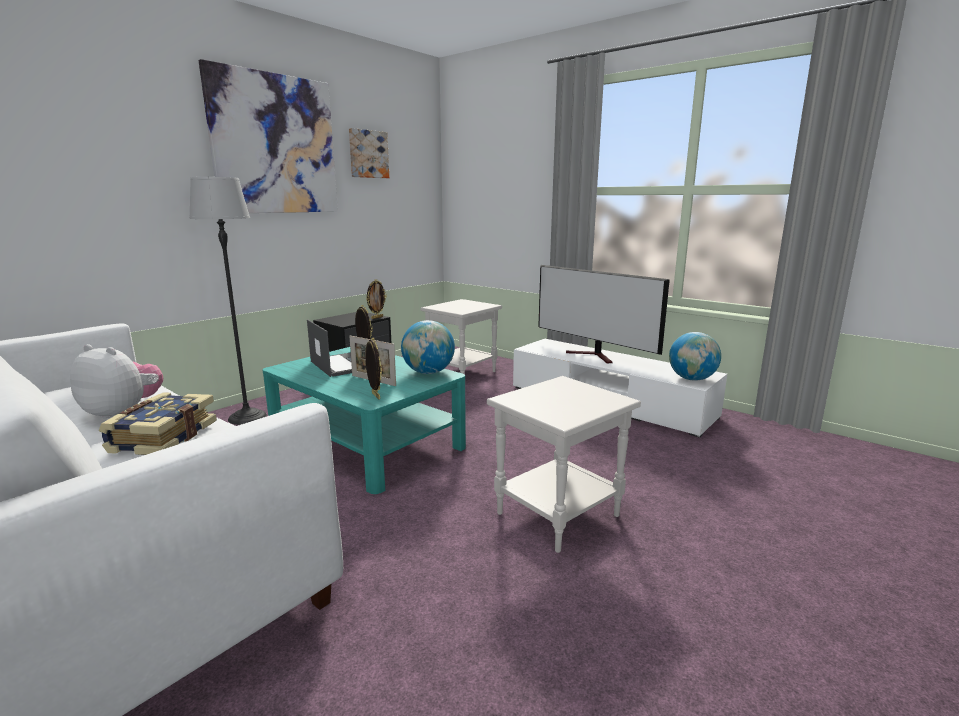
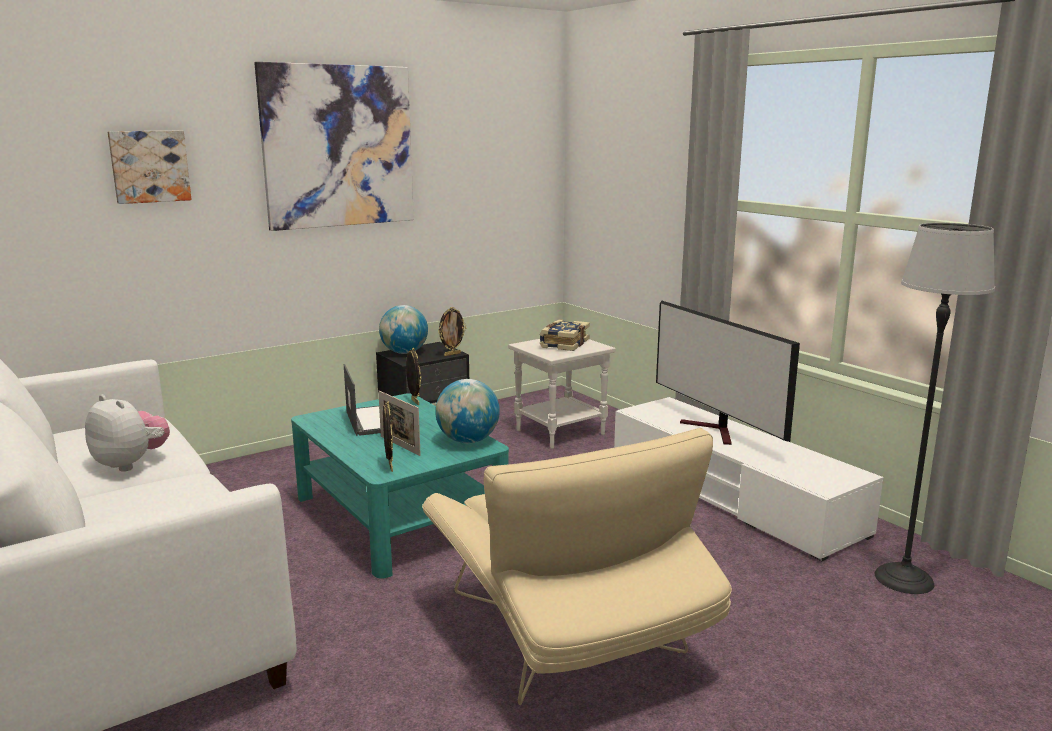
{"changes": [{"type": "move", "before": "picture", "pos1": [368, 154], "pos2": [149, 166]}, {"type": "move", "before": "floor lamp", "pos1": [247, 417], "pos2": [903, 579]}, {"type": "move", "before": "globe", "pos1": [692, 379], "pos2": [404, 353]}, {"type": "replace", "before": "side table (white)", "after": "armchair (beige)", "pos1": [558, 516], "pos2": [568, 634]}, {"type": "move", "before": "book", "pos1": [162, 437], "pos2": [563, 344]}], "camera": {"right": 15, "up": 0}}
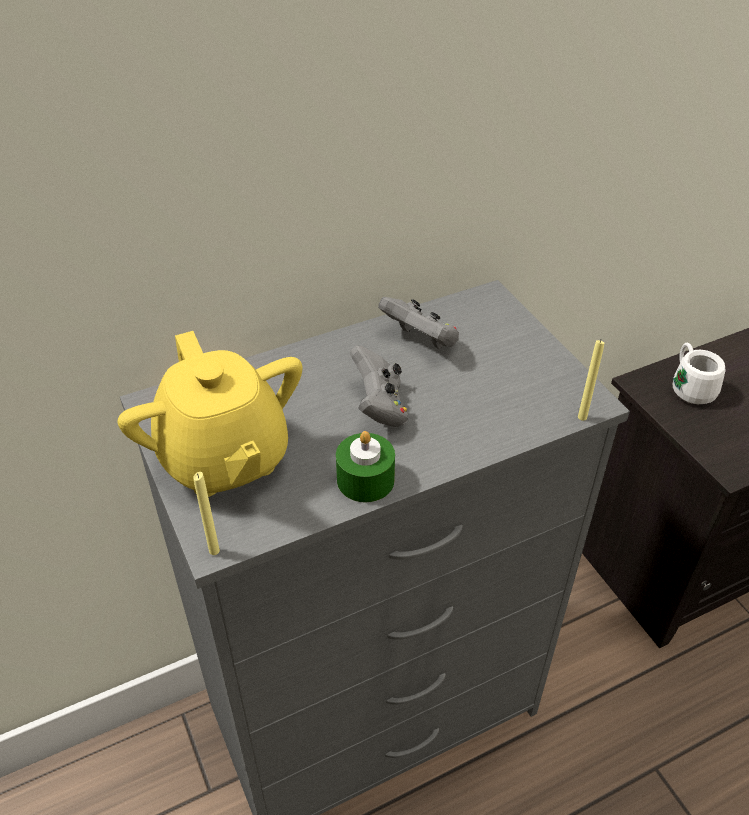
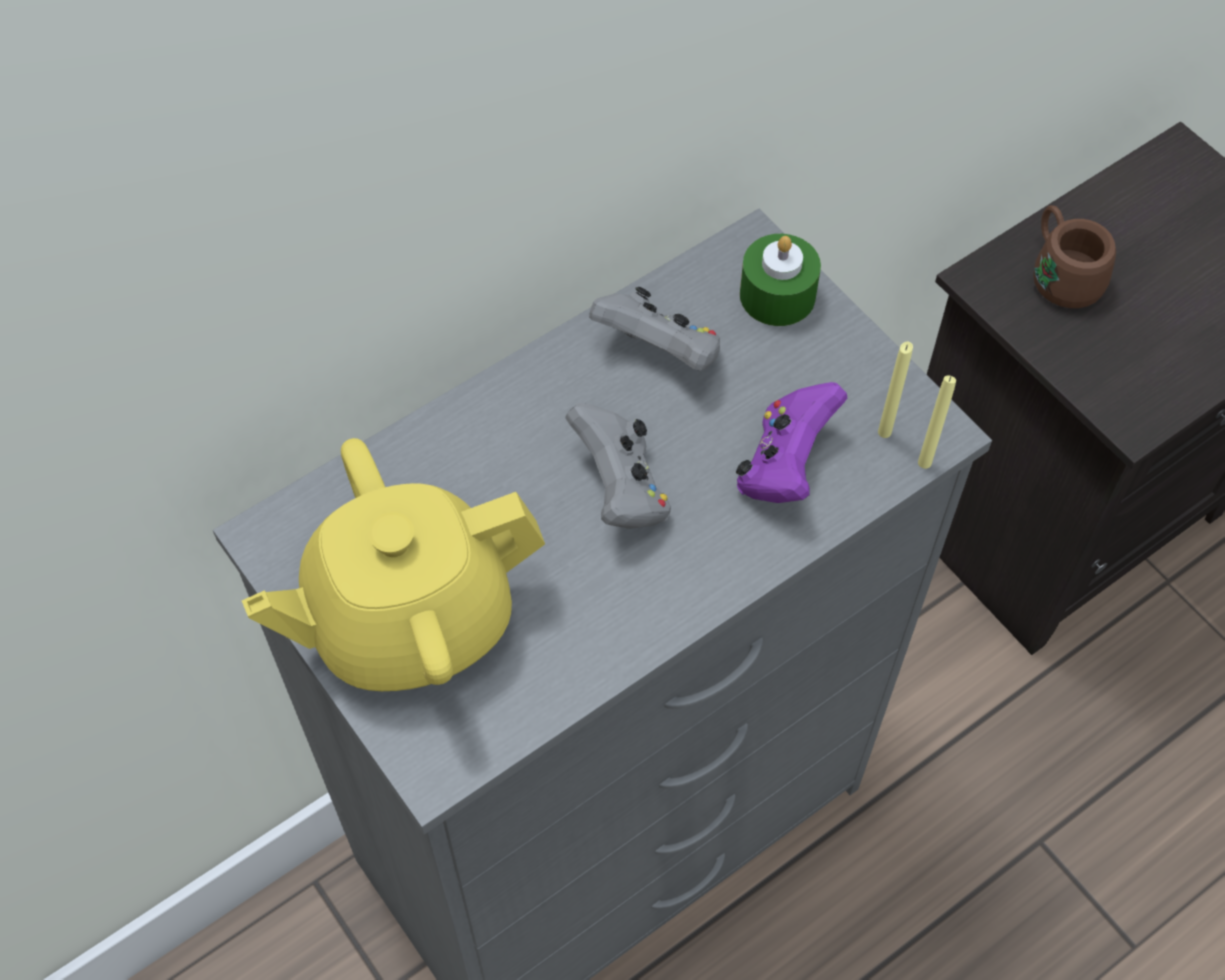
{"changes": [{"type": "rotate", "before": "teapot (yellow)", "pos1": [224, 458], "pos2": [408, 619], "turn": 105}, {"type": "recolor", "before": "mug (white)", "after": "mug (brown)", "pos1": [690, 387], "pos2": [1060, 274]}, {"type": "move", "before": "candle (green)", "pos1": [365, 480], "pos2": [777, 295]}, {"type": "move", "before": "candle (yellow)", "pos1": [214, 551], "pos2": [884, 432]}, {"type": "insert", "after": "game controller (purple)", "pos2": [785, 466]}], "camera": {"right": -10, "up": 15}}
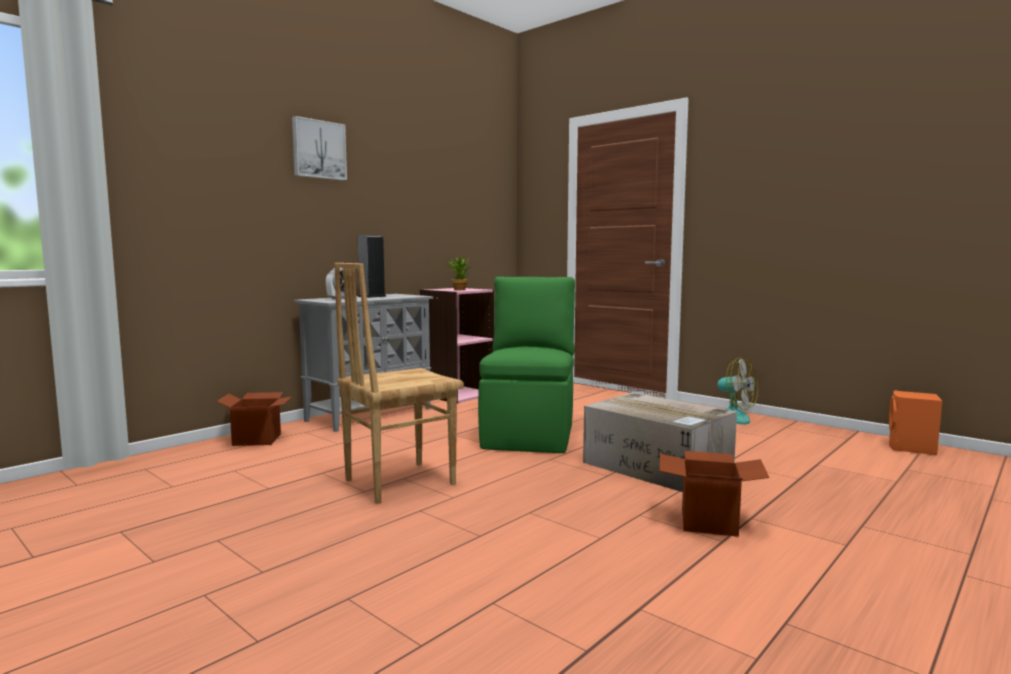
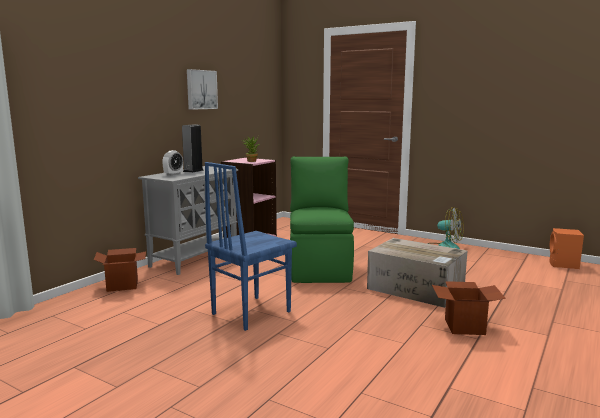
{"changes": [{"type": "move", "before": "picture", "pos1": [318, 149], "pos2": [201, 89]}, {"type": "recolor", "before": "chair (brown)", "after": "chair (blue)", "pos1": [398, 482], "pos2": [250, 312]}], "camera": {"right": -10, "up": 5}}
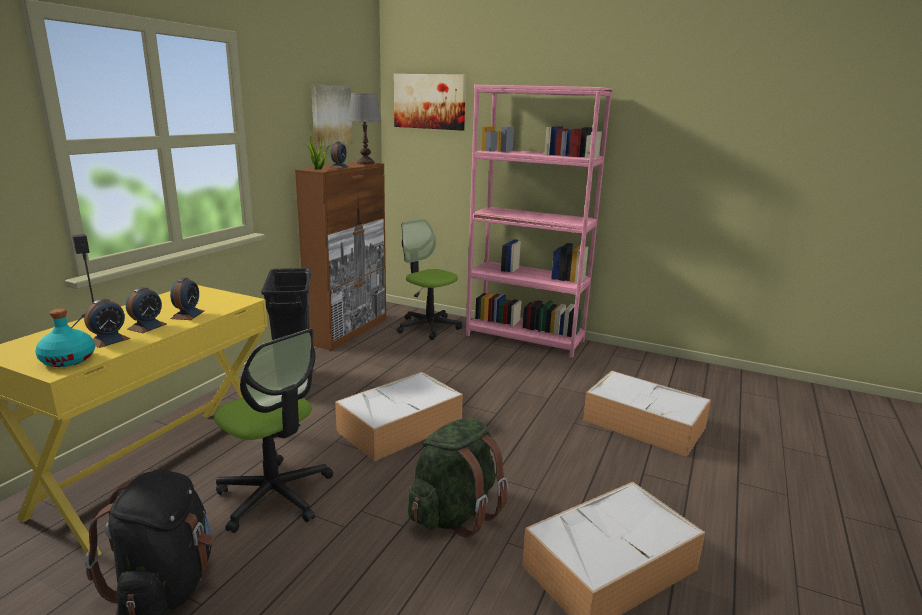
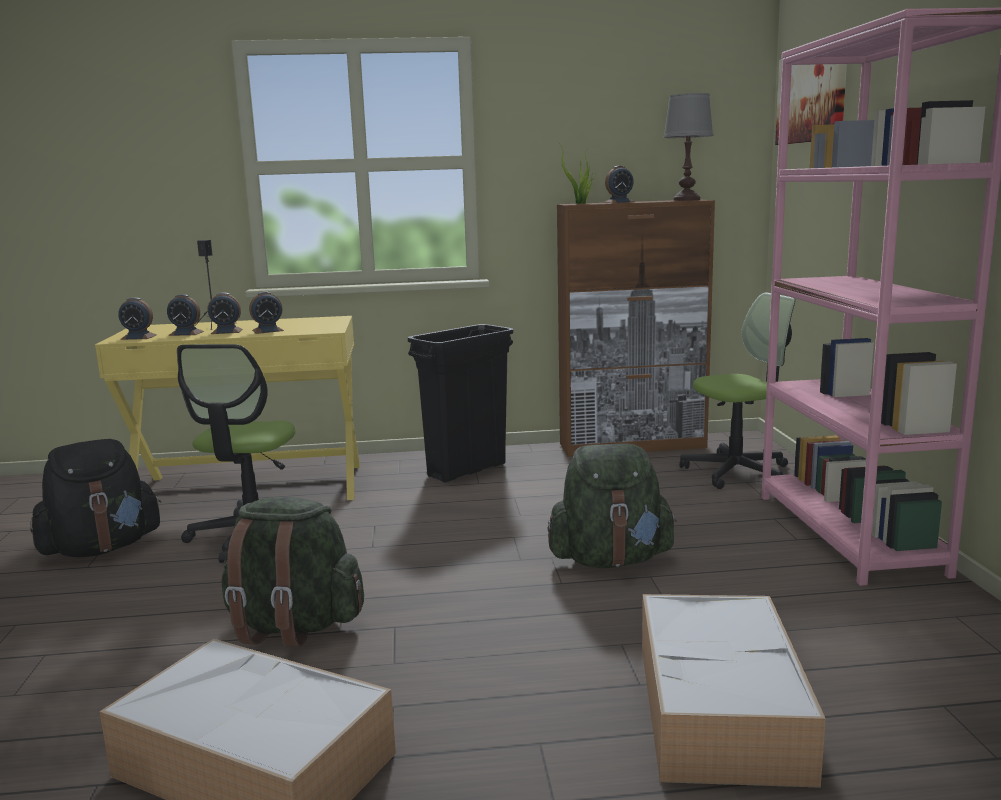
{"changes": [{"type": "delete", "before": "picture", "pos1": [330, 115]}, {"type": "rotate", "before": "office chair", "pos1": [428, 327], "pos2": [737, 472], "turn": 60}, {"type": "replace", "before": "bottle (turquoise)", "after": "alarm clock", "pos1": [68, 360], "pos2": [138, 337]}, {"type": "delete", "before": "storage box", "pos1": [399, 427]}, {"type": "insert", "after": "backpack (green)", "pos2": [610, 560]}], "camera": {"right": 60, "up": -5}}
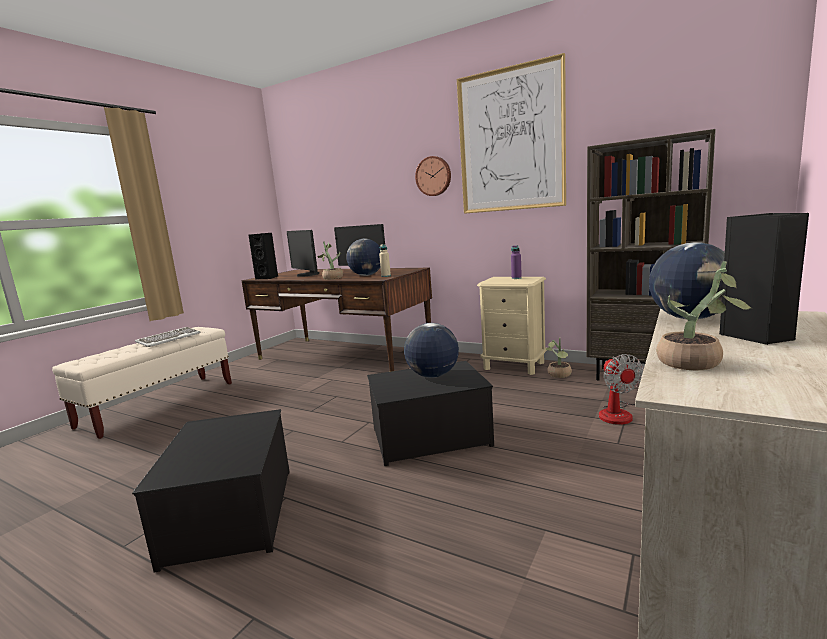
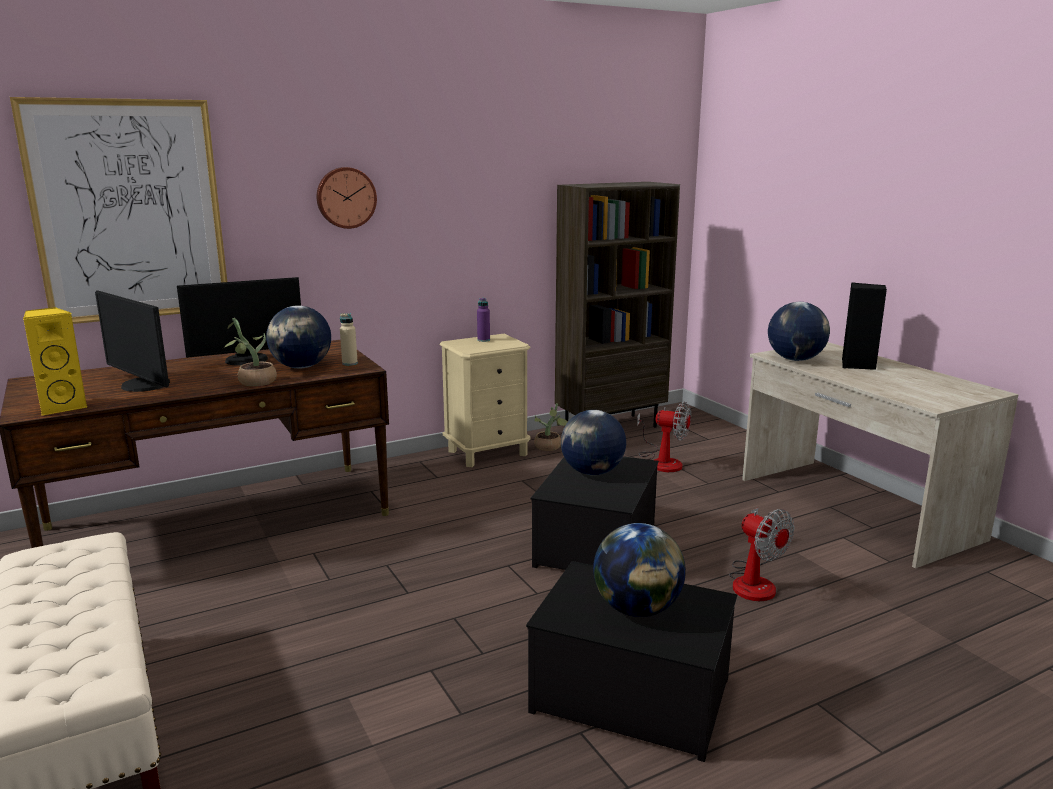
{"changes": [{"type": "move", "before": "picture", "pos1": [510, 140], "pos2": [129, 211]}, {"type": "rotate", "before": "monitor", "pos1": [307, 275], "pos2": [143, 385], "turn": 45}, {"type": "recolor", "before": "speaker (black)", "after": "speaker (yellow)", "pos1": [268, 278], "pos2": [62, 407]}, {"type": "delete", "before": "potted plant", "pos1": [696, 364]}, {"type": "delete", "before": "keyboard", "pos1": [169, 339]}, {"type": "insert", "after": "fan", "pos2": [754, 581]}, {"type": "insert", "after": "globe", "pos2": [637, 609]}], "camera": {"right": -60, "up": 5}}
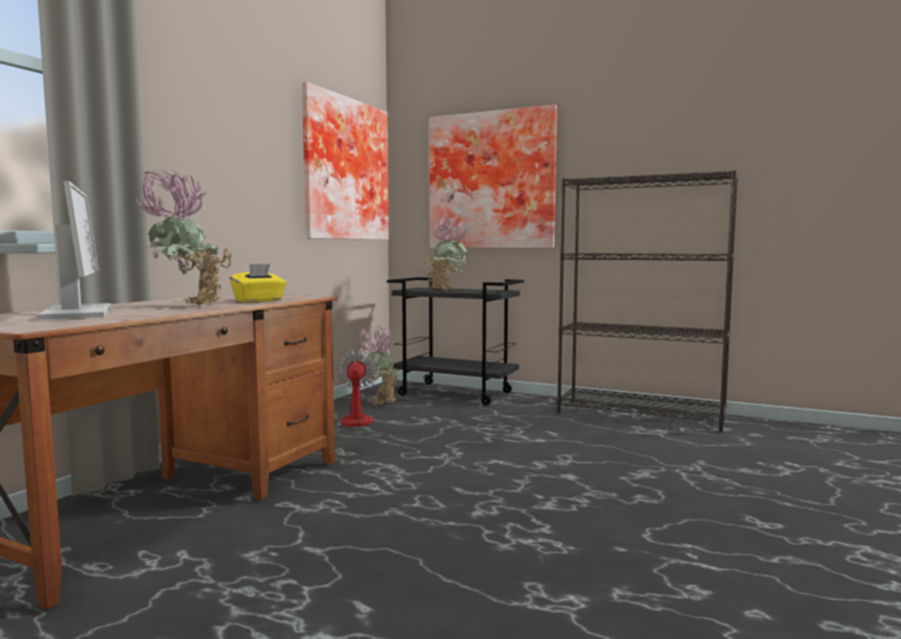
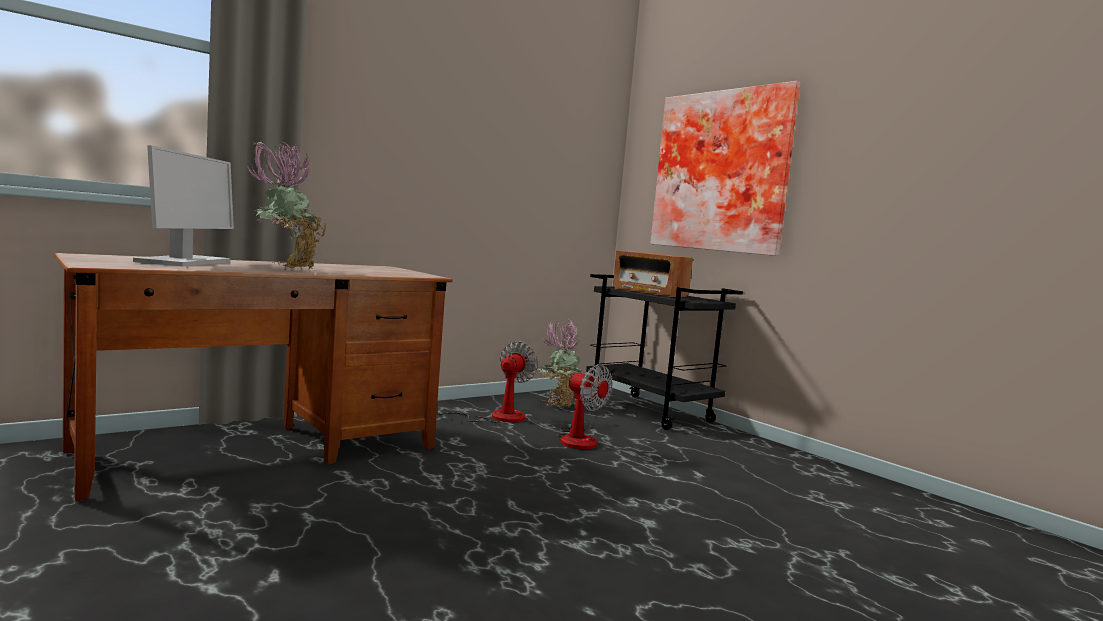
{"changes": [{"type": "delete", "before": "picture", "pos1": [343, 169]}, {"type": "delete", "before": "bookcase (black)", "pos1": [641, 414]}, {"type": "replace", "before": "potted plant", "after": "radio", "pos1": [445, 290], "pos2": [649, 292]}, {"type": "delete", "before": "tissue box (yellow)", "pos1": [259, 301]}, {"type": "insert", "after": "fan", "pos2": [578, 439]}], "camera": {"right": 25, "up": 0}}
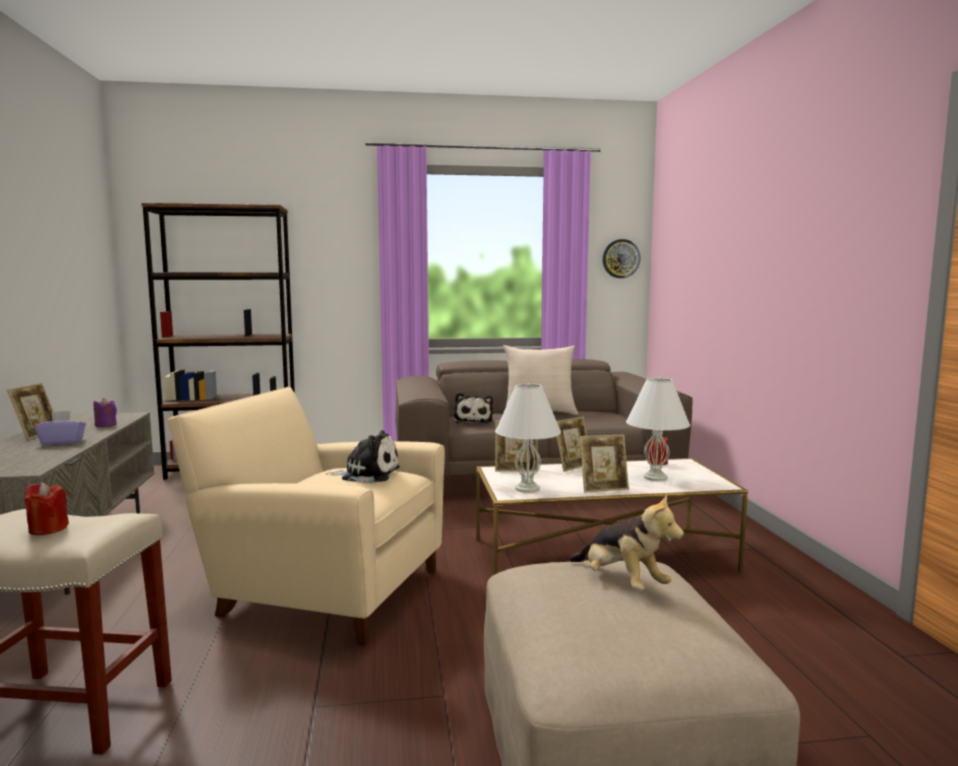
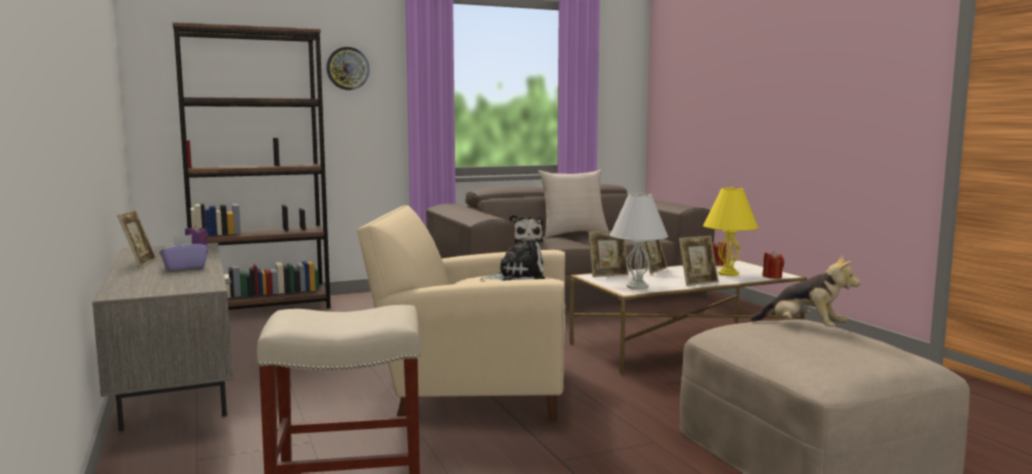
{"changes": [{"type": "move", "before": "wall clock", "pos1": [620, 258], "pos2": [347, 68]}, {"type": "recolor", "before": "table lamp (white)", "after": "table lamp (yellow)", "pos1": [655, 477], "pos2": [728, 273]}, {"type": "move", "before": "candle (red)", "pos1": [48, 529], "pos2": [772, 276]}], "camera": {"right": -15, "up": 0}}
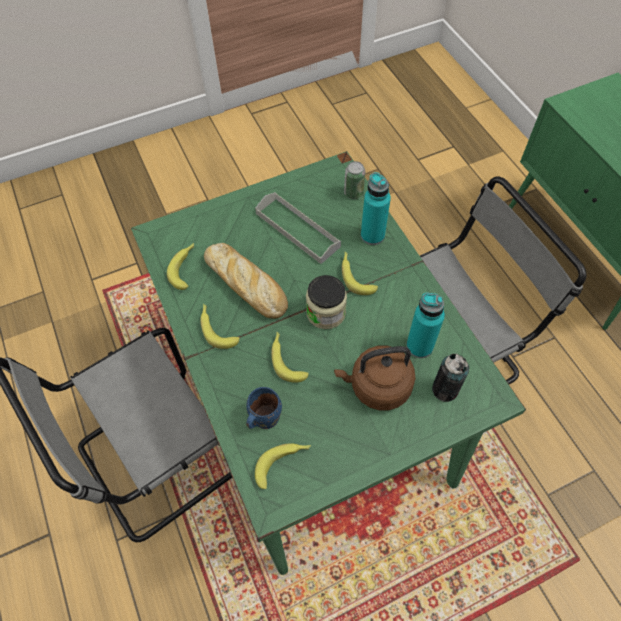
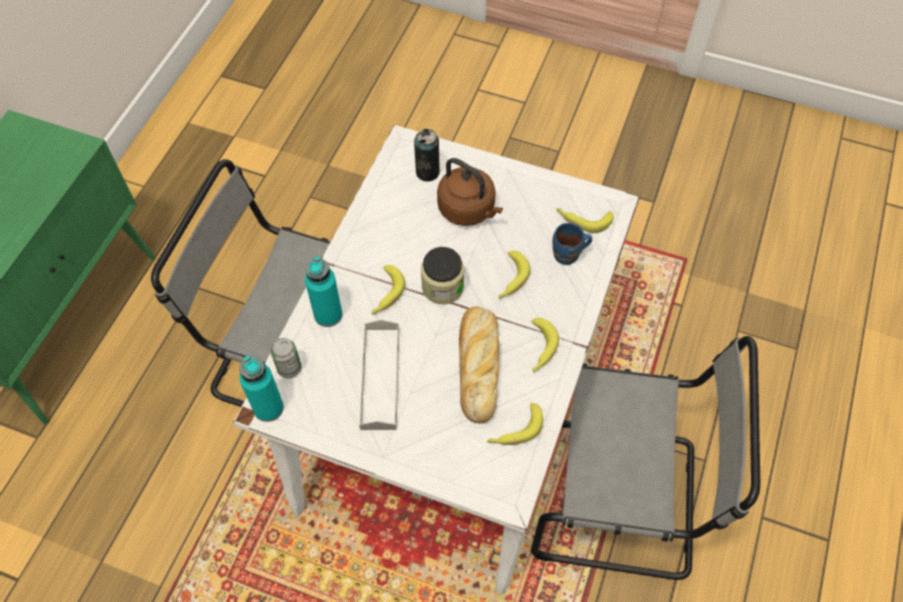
{"changes": [{"type": "recolor", "before": "dining table (green)", "after": "dining table (white)", "pos1": [311, 408], "pos2": [451, 418]}, {"type": "move", "before": "bottle (turquoise)", "pos1": [419, 346], "pos2": [268, 408]}], "camera": {"right": -135, "up": 0}}
